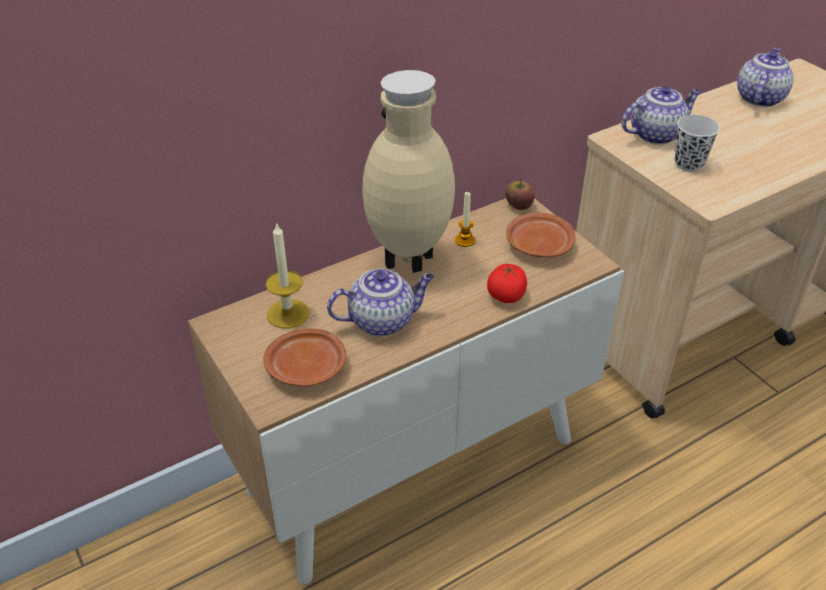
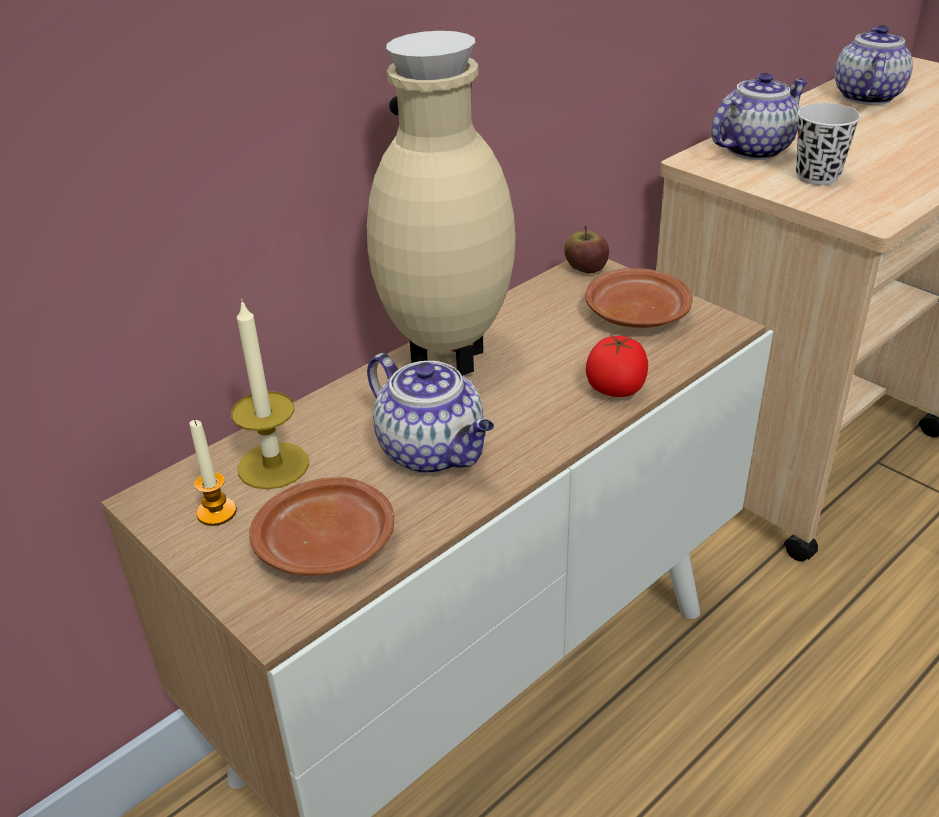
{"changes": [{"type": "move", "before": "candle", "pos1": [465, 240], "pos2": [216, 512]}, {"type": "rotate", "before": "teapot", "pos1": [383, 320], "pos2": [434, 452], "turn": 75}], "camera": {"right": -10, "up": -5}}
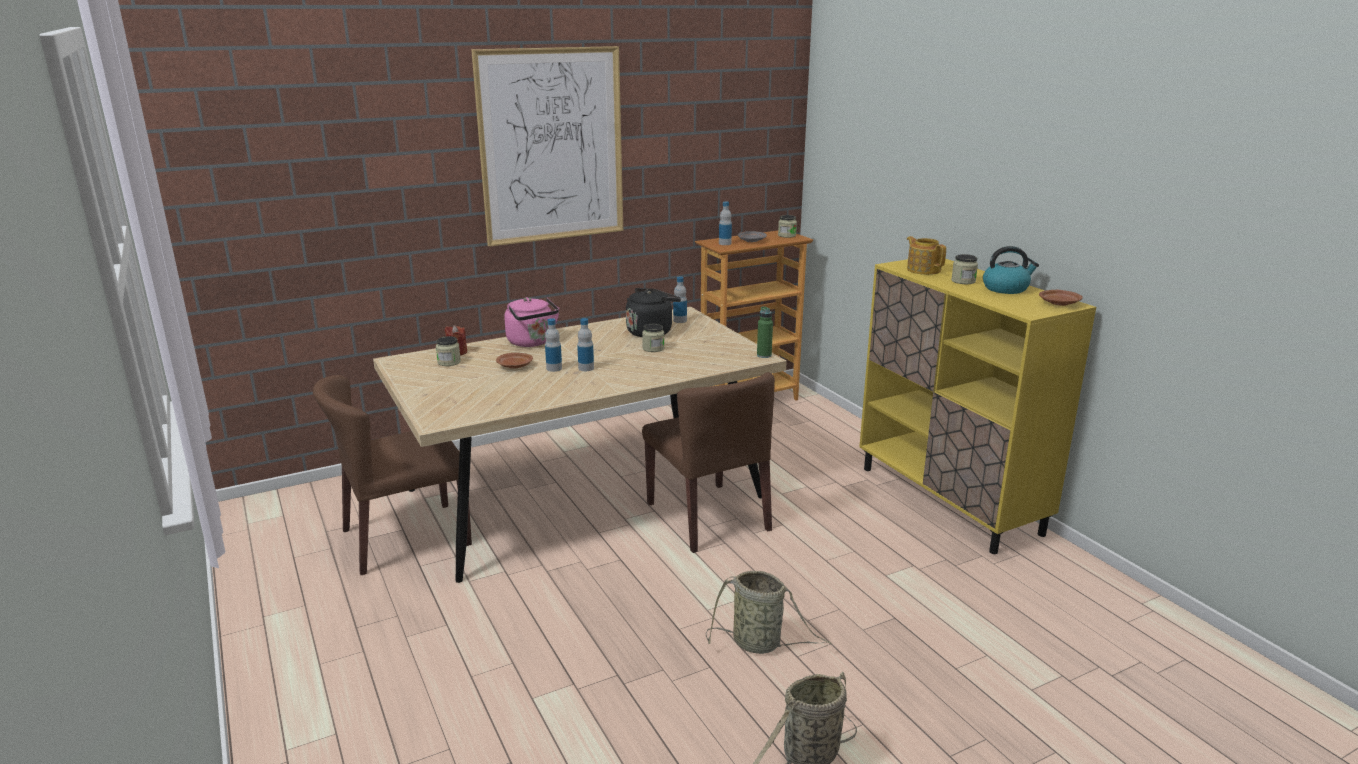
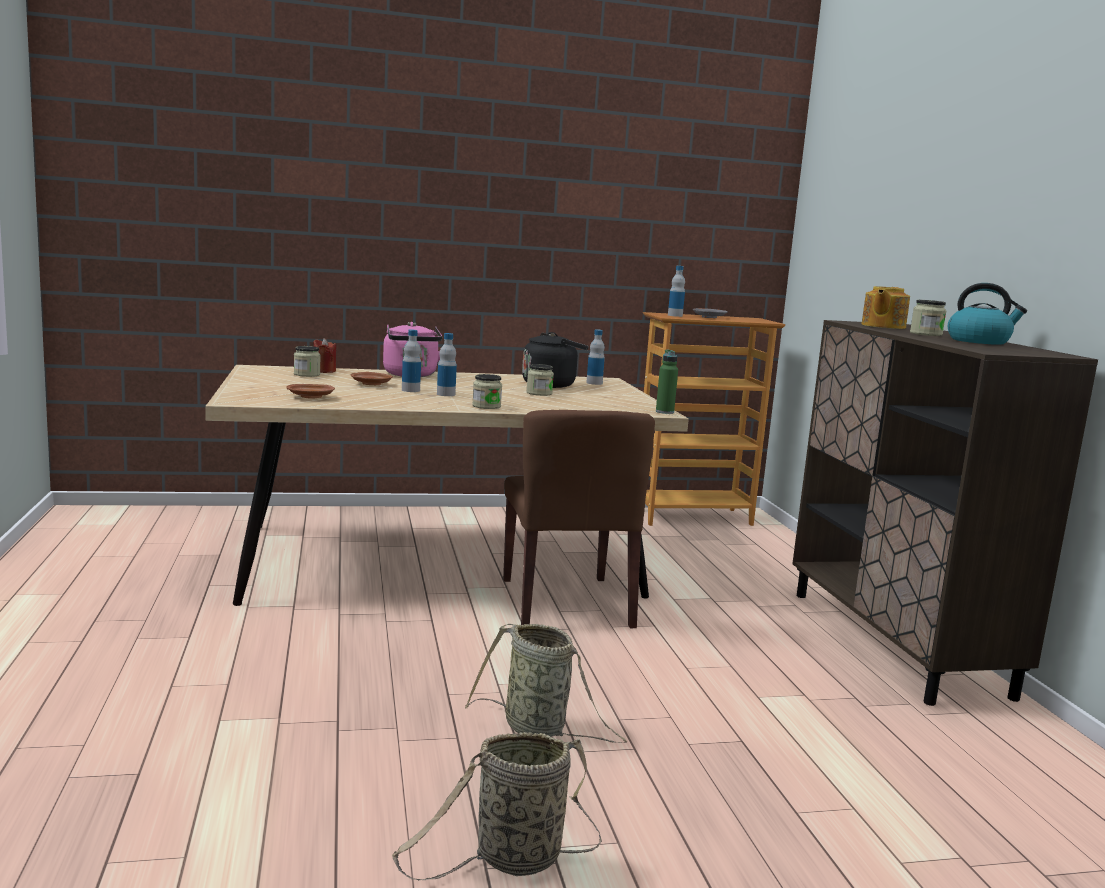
{"changes": [{"type": "delete", "before": "picture", "pos1": [551, 146]}, {"type": "move", "before": "jar", "pos1": [787, 235], "pos2": [486, 406]}, {"type": "rotate", "before": "teapot", "pos1": [923, 270], "pos2": [882, 326], "turn": -135}, {"type": "recolor", "before": "cabinet (yellow)", "after": "cabinet (brown)", "pos1": [949, 500], "pos2": [896, 642]}, {"type": "move", "before": "plate (brown)", "pos1": [1059, 303], "pos2": [311, 397]}, {"type": "delete", "before": "chair (brown)", "pos1": [405, 538]}], "camera": {"right": 15, "up": -10}}
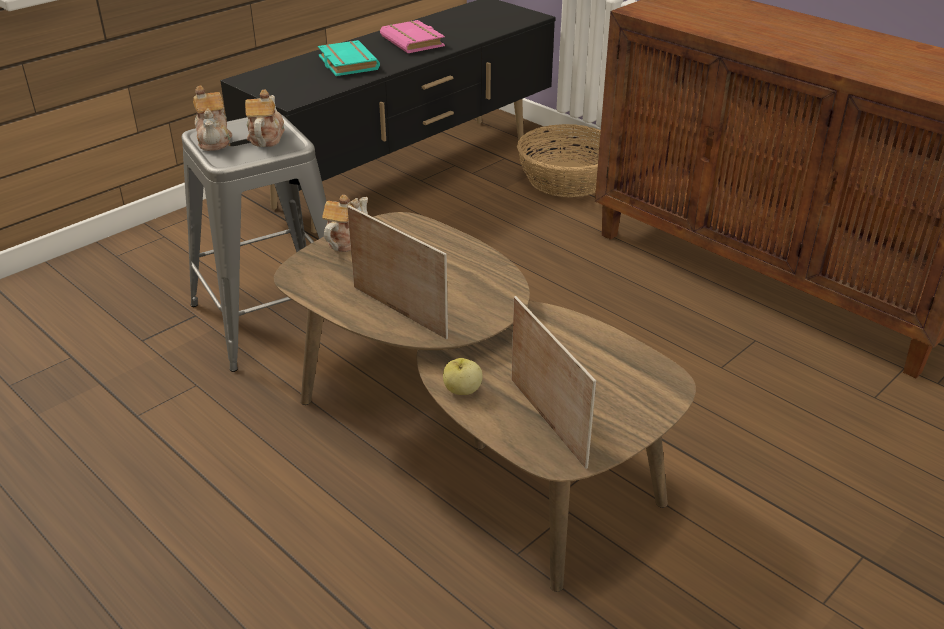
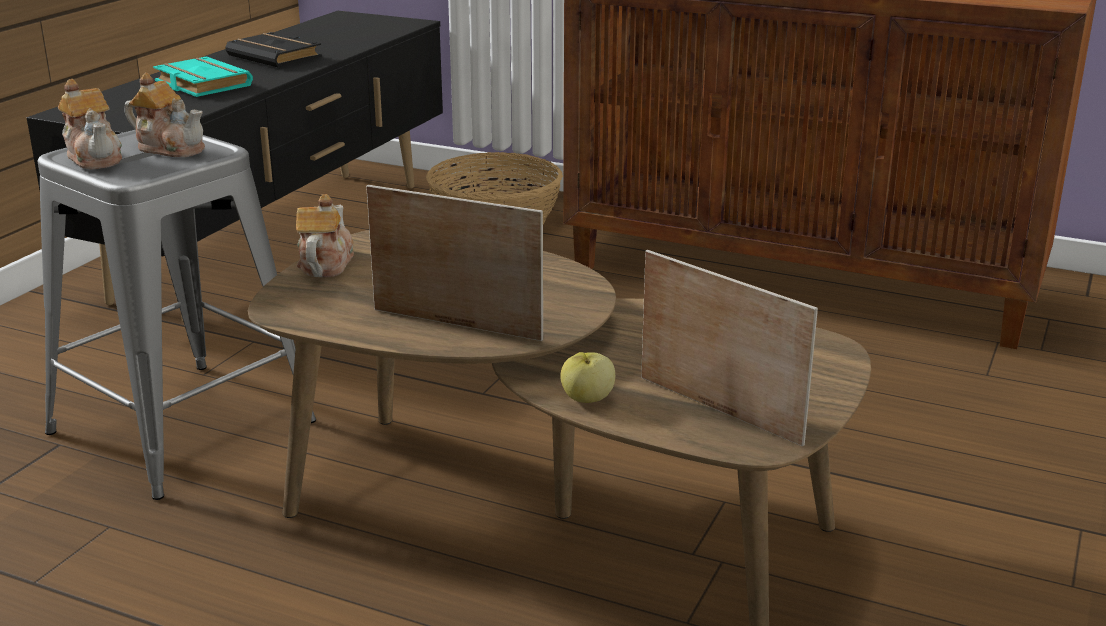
{"changes": [{"type": "recolor", "before": "book (pink)", "after": "book (black)", "pos1": [415, 42], "pos2": [278, 57]}, {"type": "rotate", "before": "teapot", "pos1": [266, 137], "pos2": [170, 148], "turn": 135}], "camera": {"right": -20, "up": -10}}
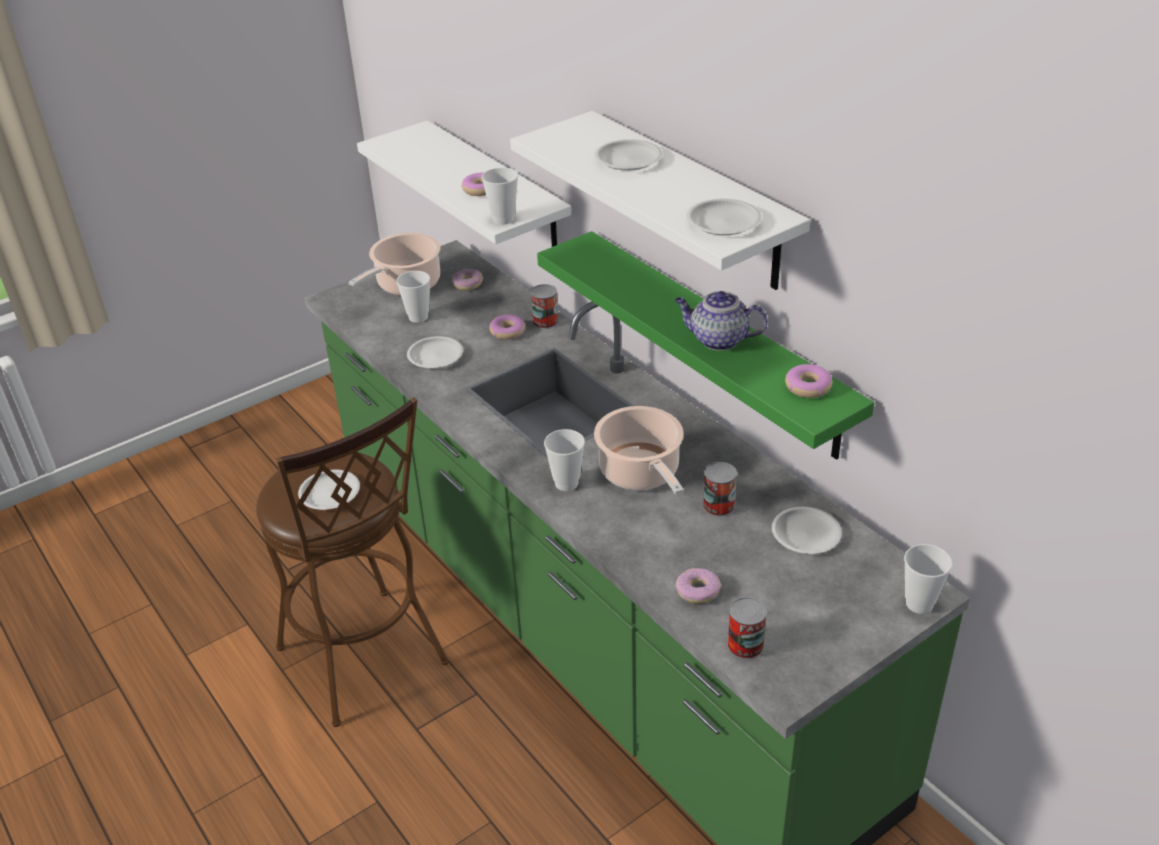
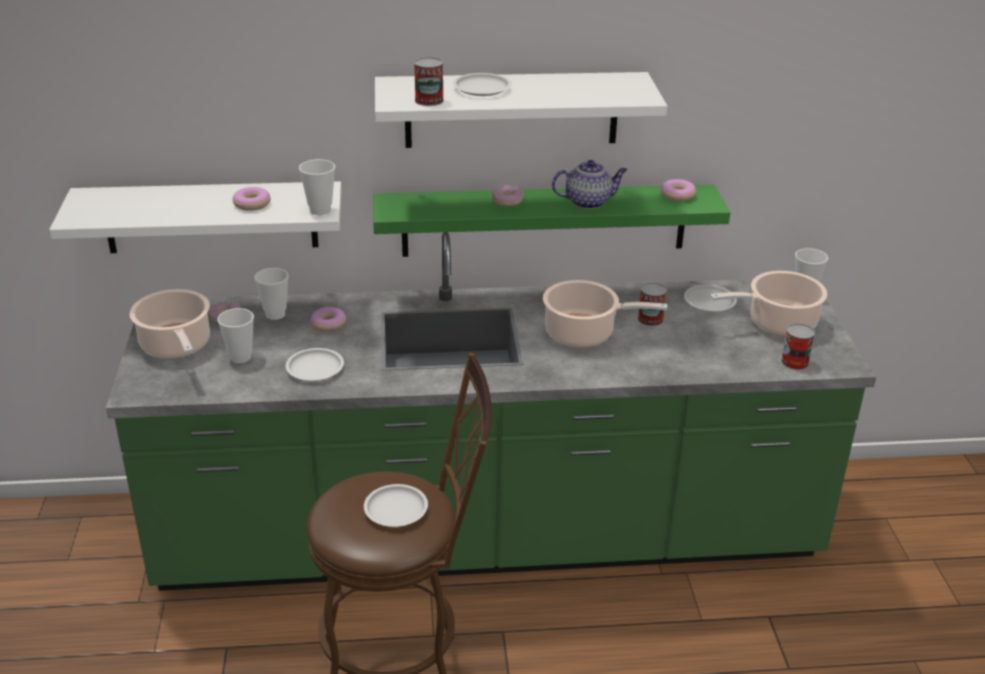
{"changes": [{"type": "delete", "before": "plate (white)", "pos1": [722, 222]}, {"type": "move", "before": "can", "pos1": [545, 321], "pos2": [429, 100]}, {"type": "rotate", "before": "teapot", "pos1": [718, 340], "pos2": [589, 202], "turn": -150}, {"type": "move", "before": "cup", "pos1": [566, 483], "pos2": [275, 314]}, {"type": "move", "before": "donut", "pos1": [697, 590], "pos2": [507, 201]}, {"type": "insert", "after": "cooking pot", "pos2": [777, 323]}], "camera": {"right": -60, "up": -5}}
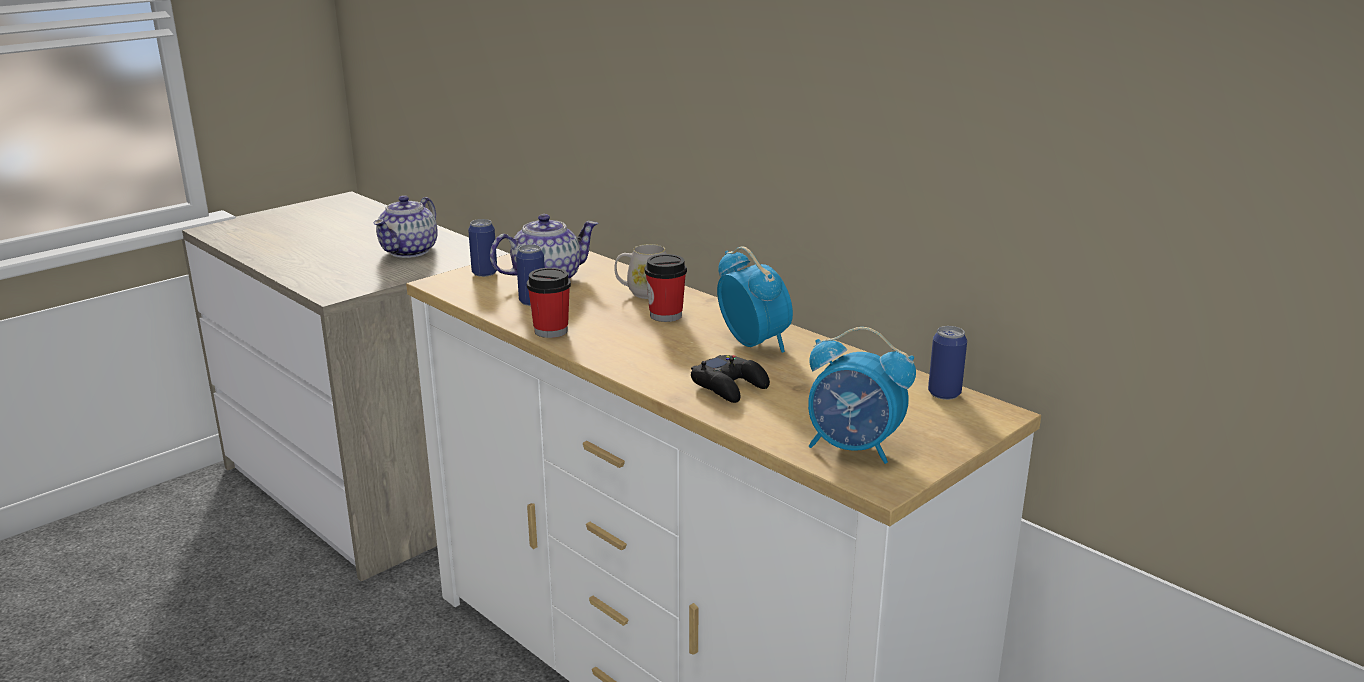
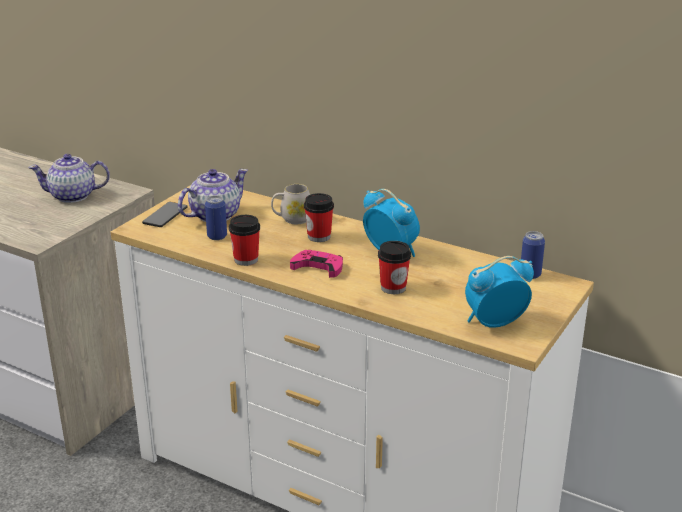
{"changes": [{"type": "rotate", "before": "teapot", "pos1": [410, 251], "pos2": [73, 196], "turn": 75}, {"type": "replace", "before": "can", "after": "phone", "pos1": [484, 273], "pos2": [165, 215]}, {"type": "rotate", "before": "alarm clock", "pos1": [853, 448], "pos2": [494, 322], "turn": 150}, {"type": "replace", "before": "game controller (black)", "after": "cup", "pos1": [730, 386], "pos2": [393, 287]}, {"type": "insert", "after": "game controller (pink)", "pos2": [318, 267]}], "camera": {"right": -15, "up": 5}}
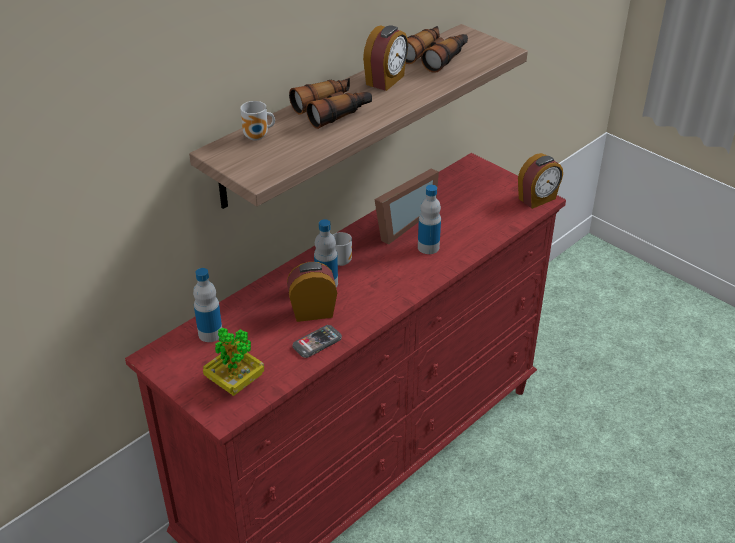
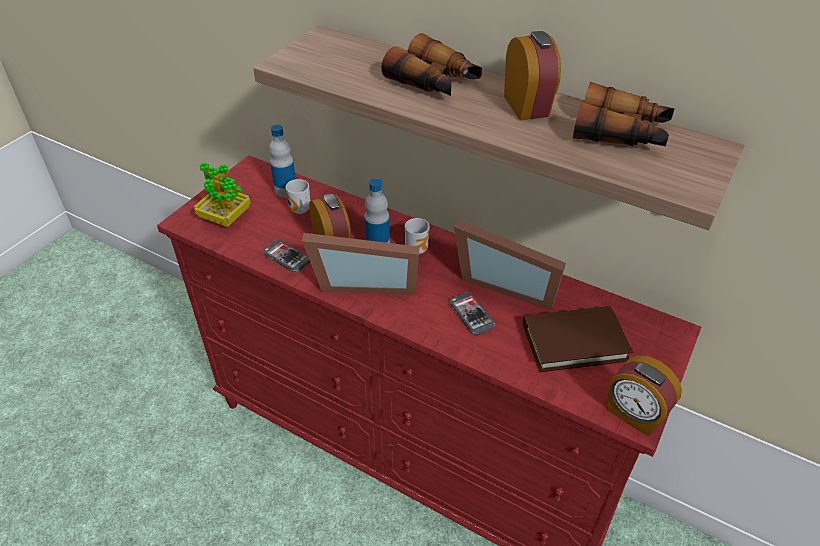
{"changes": [{"type": "rotate", "before": "alarm clock", "pos1": [386, 80], "pos2": [527, 106], "turn": -120}, {"type": "move", "before": "mug", "pos1": [258, 137], "pos2": [299, 211]}, {"type": "replace", "before": "bottle", "after": "phone", "pos1": [428, 247], "pos2": [471, 314]}, {"type": "insert", "after": "picture frame", "pos2": [364, 281]}, {"type": "insert", "after": "book (brown)", "pos2": [574, 342]}], "camera": {"right": 75, "up": 5}}
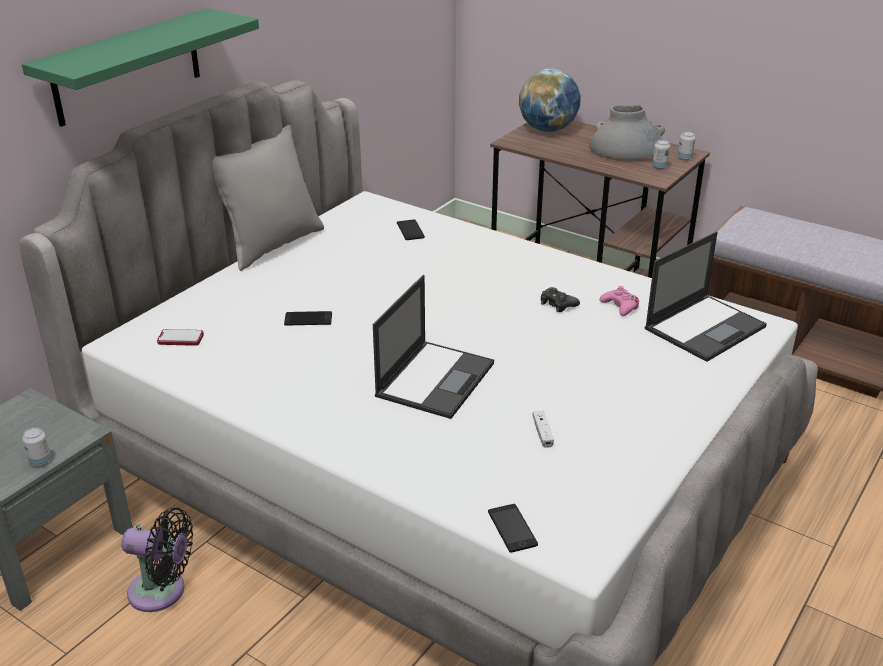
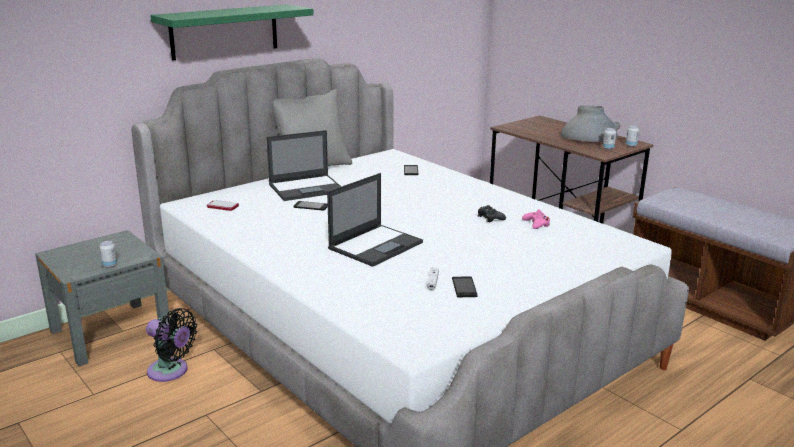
{"changes": [{"type": "delete", "before": "globe", "pos1": [548, 130]}, {"type": "move", "before": "laptop", "pos1": [705, 327], "pos2": [307, 188]}, {"type": "move", "before": "phone", "pos1": [512, 528], "pos2": [464, 287]}], "camera": {"right": 15, "up": -10}}
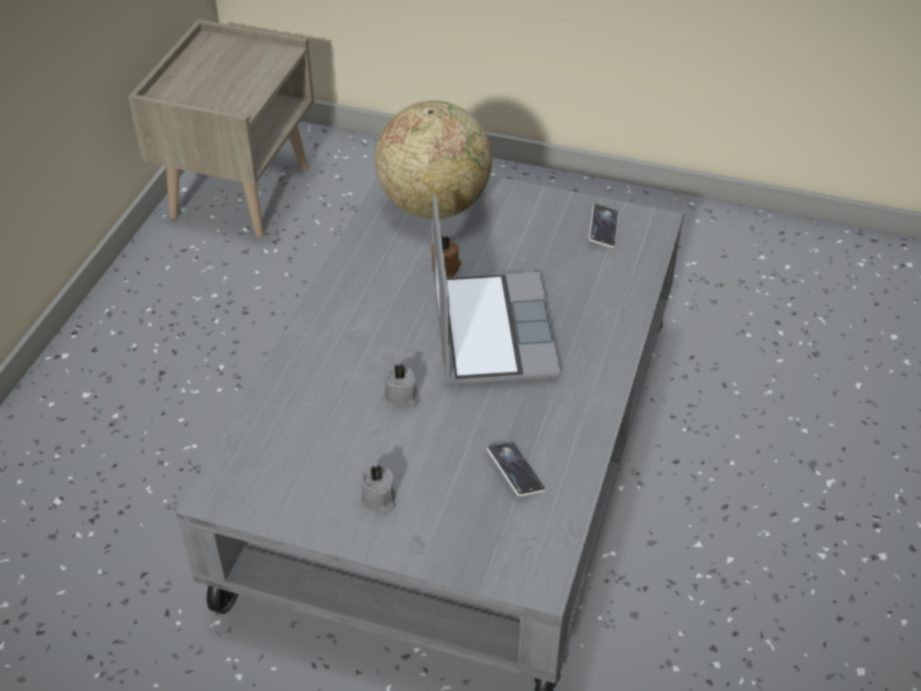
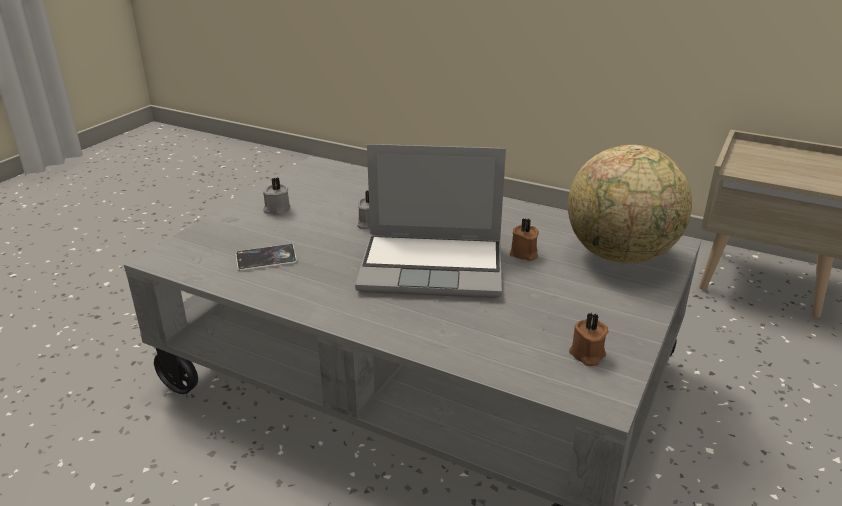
{"changes": [{"type": "replace", "before": "phone", "after": "candle (brown)", "pos1": [603, 229], "pos2": [587, 355]}], "camera": {"right": 100, "up": -15}}
